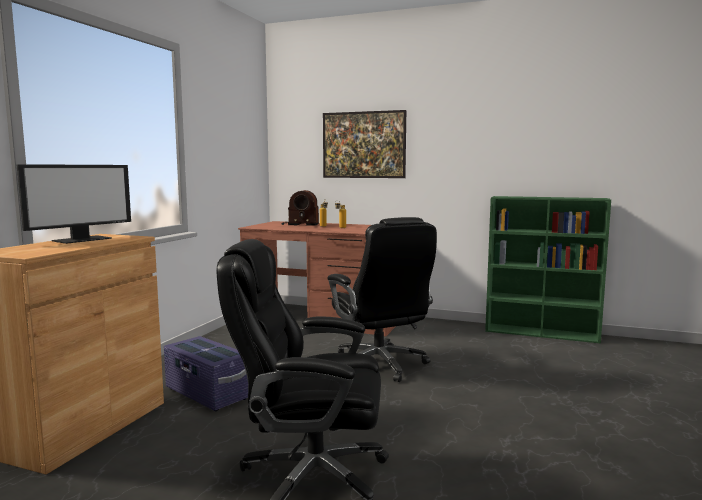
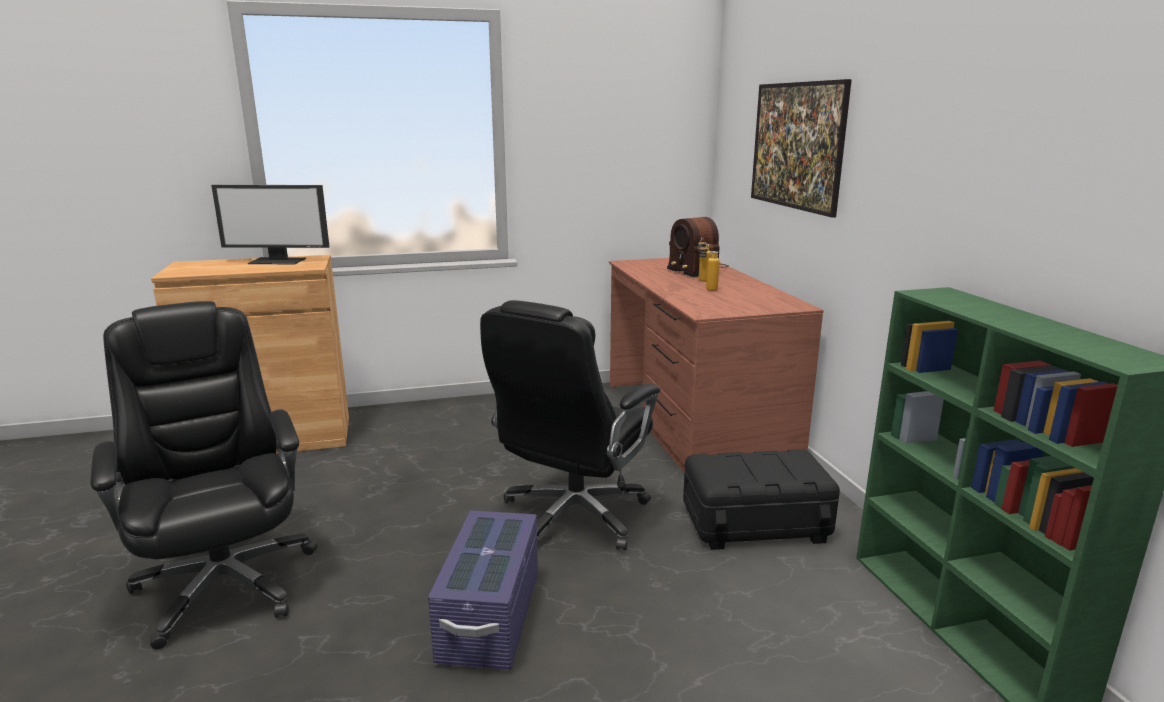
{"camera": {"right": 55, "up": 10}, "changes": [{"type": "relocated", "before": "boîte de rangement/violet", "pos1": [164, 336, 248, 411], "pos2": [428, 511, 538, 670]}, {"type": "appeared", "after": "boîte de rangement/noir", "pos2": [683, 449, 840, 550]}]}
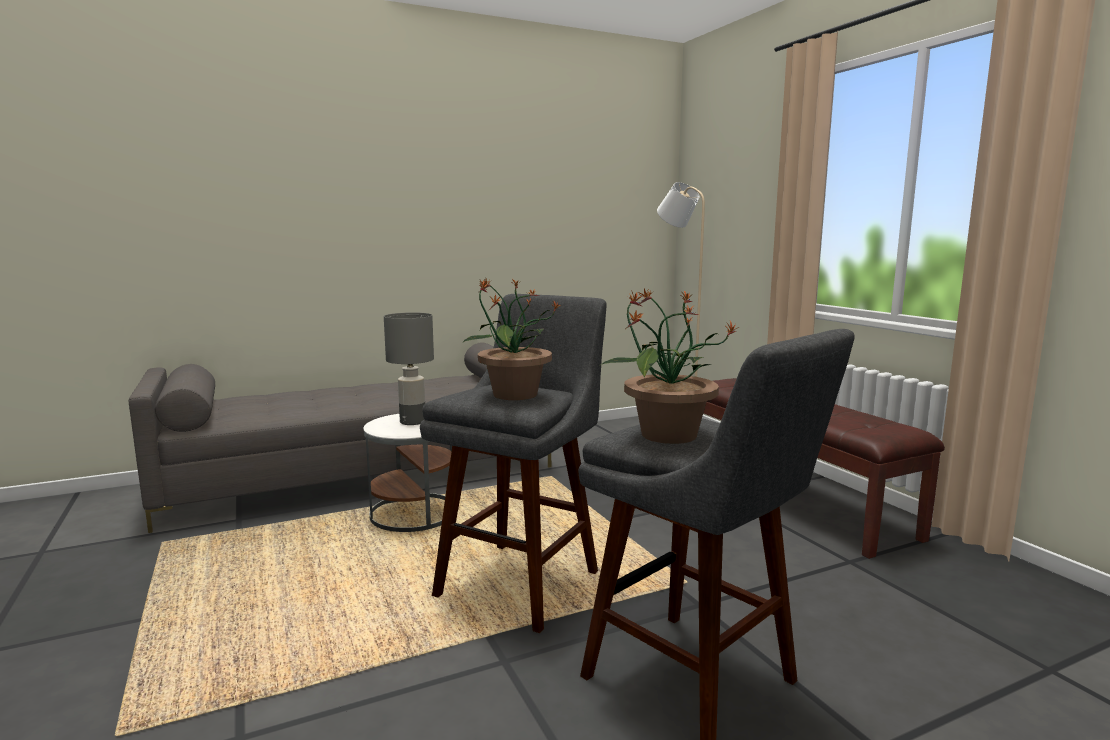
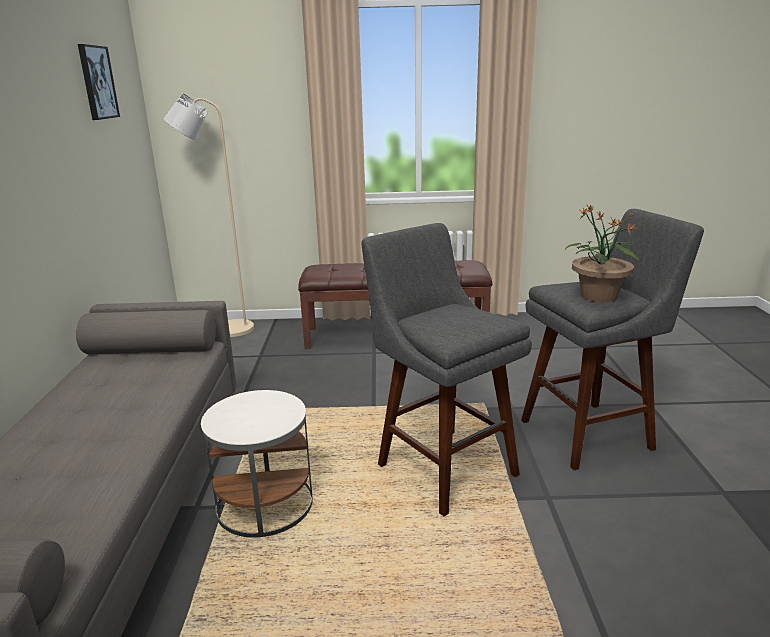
{"camera": {"right": -65, "up": 10}, "changes": [{"type": "appeared", "after": "tableau", "pos2": [78, 44, 120, 120]}, {"type": "missing", "before": "lampe de table/gris", "pos1": [384, 312, 434, 425]}, {"type": "missing", "before": "plante en pot", "pos1": [461, 279, 560, 400]}]}
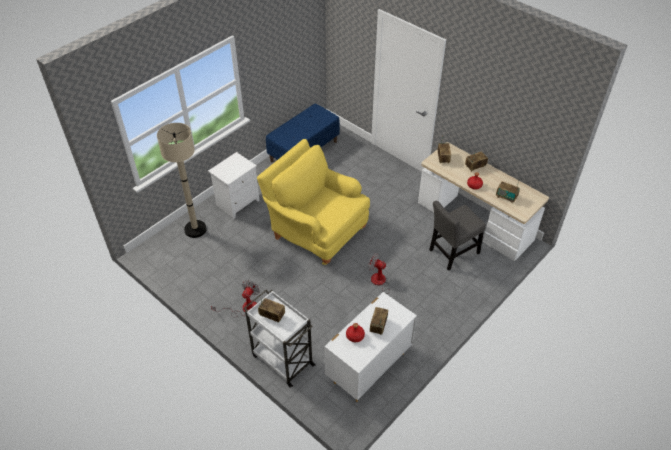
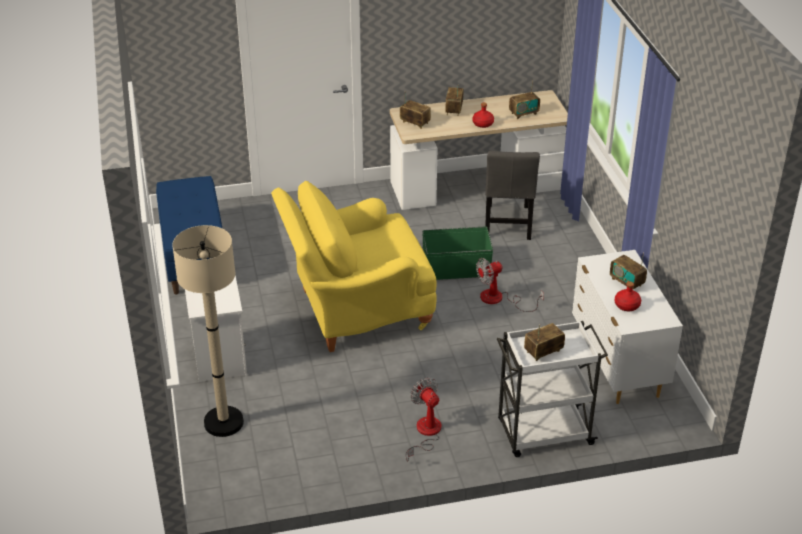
{"camera": {"right": -55, "up": -10}, "changes": [{"type": "appeared", "after": "boîte de rangement/vert", "pos2": [422, 226, 493, 280]}]}
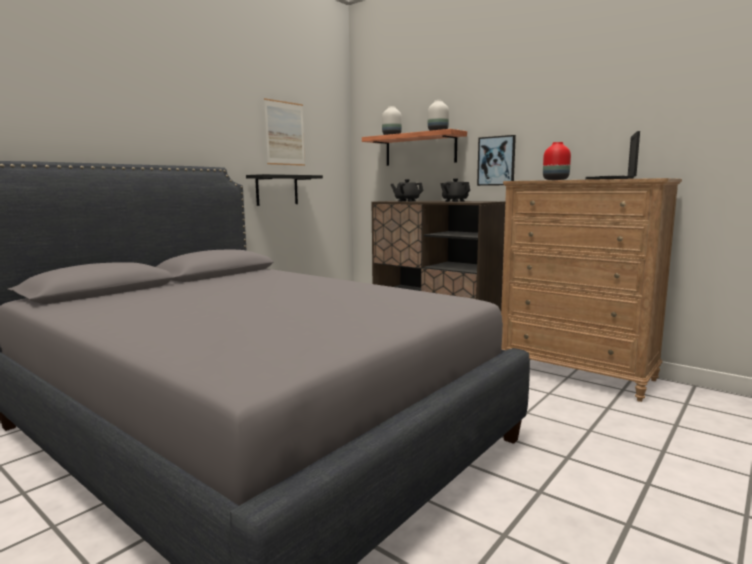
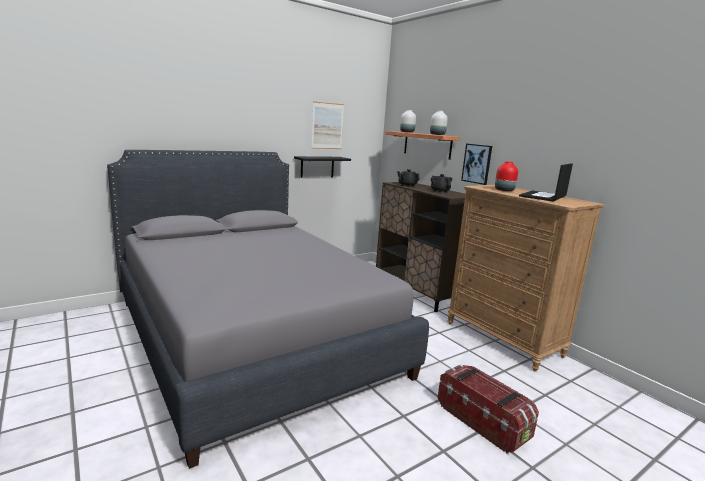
{"camera": {"right": 15, "up": 5}, "changes": [{"type": "appeared", "after": "boîte de rangement", "pos2": [438, 364, 539, 454]}]}
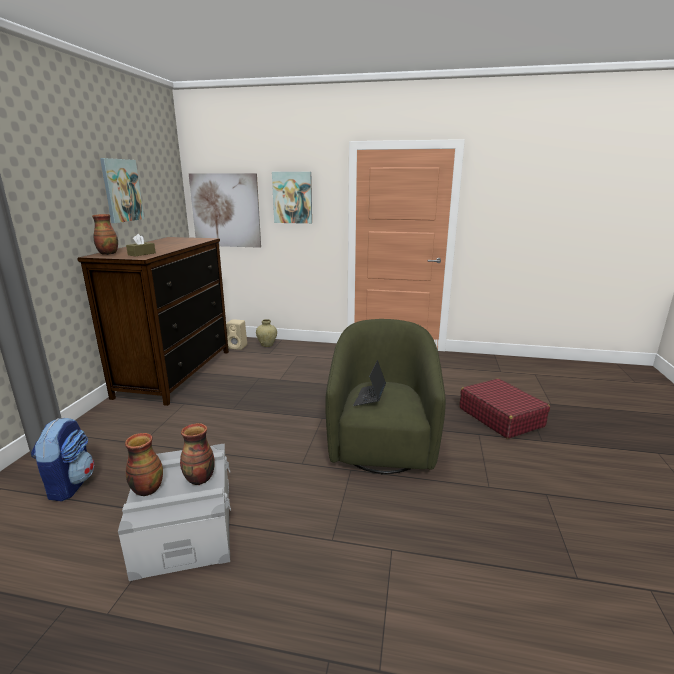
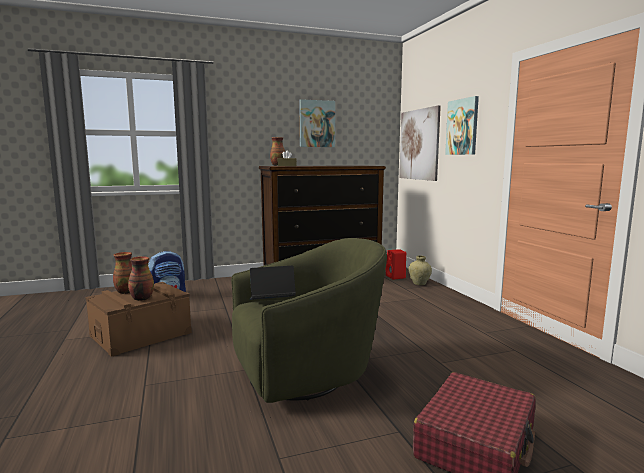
{"camera": {"right": 60, "up": -10}, "changes": [{"type": "colour", "before": "boîte de rangement/gris", "after": "boîte de rangement/marron", "pos1": [118, 444, 231, 581], "pos2": [85, 282, 192, 357]}, {"type": "colour", "before": "enceinte/beige", "after": "enceinte/rouge", "pos1": [226, 319, 247, 350], "pos2": [386, 249, 406, 279]}]}
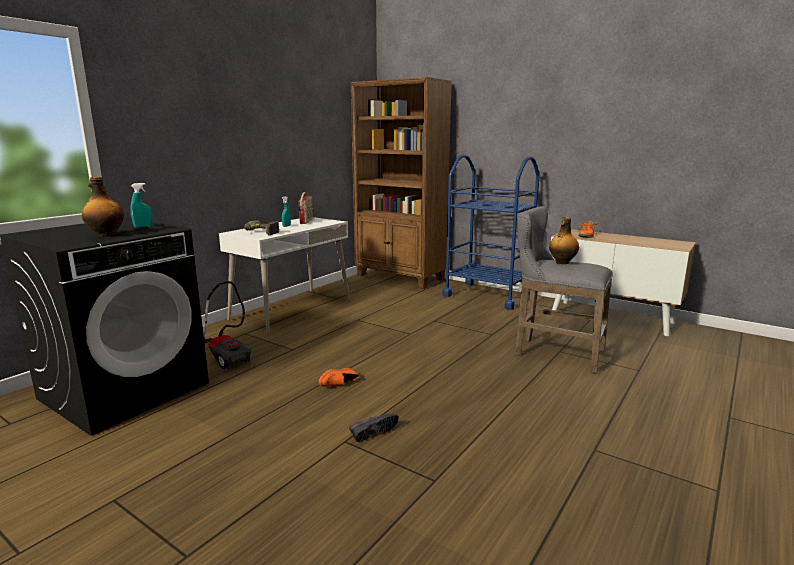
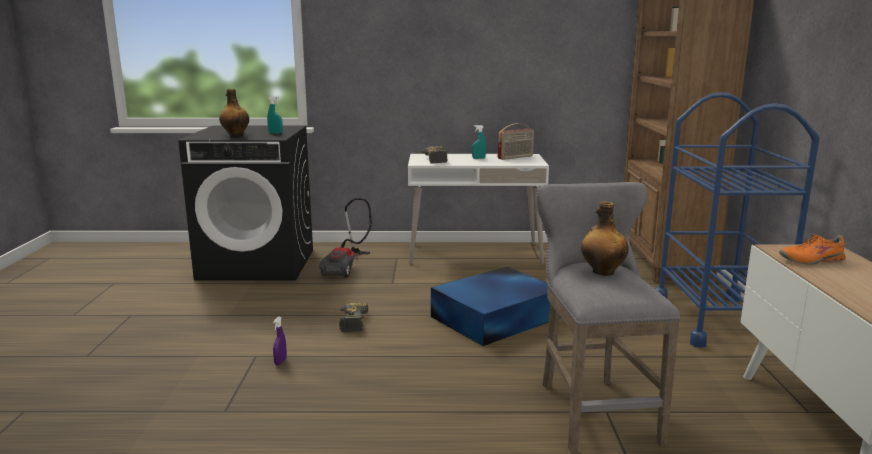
{"camera": {"right": 55, "up": 0}, "changes": [{"type": "exchanged", "before": "chaussure/noir", "after": "vaporisateur/violet", "pos1": [349, 413, 399, 442], "pos2": [273, 316, 287, 365]}, {"type": "exchanged", "before": "chaussure/orange", "after": "perceuse", "pos1": [319, 368, 359, 387], "pos2": [334, 303, 368, 332]}, {"type": "appeared", "after": "boîte de rangement/bleu", "pos2": [431, 266, 561, 346]}]}
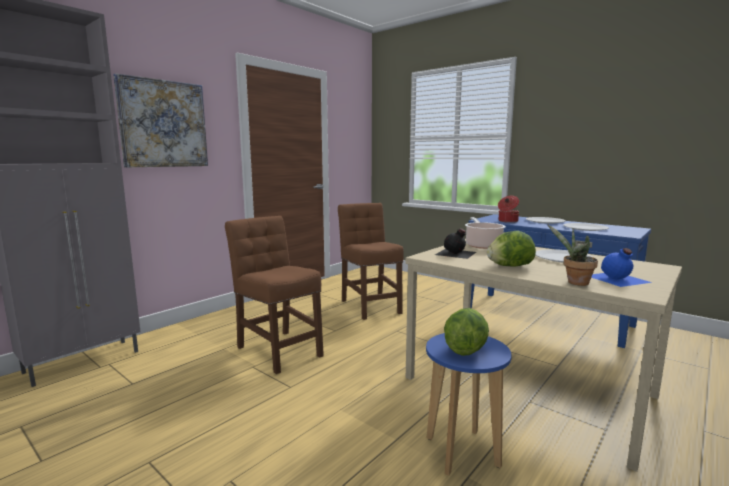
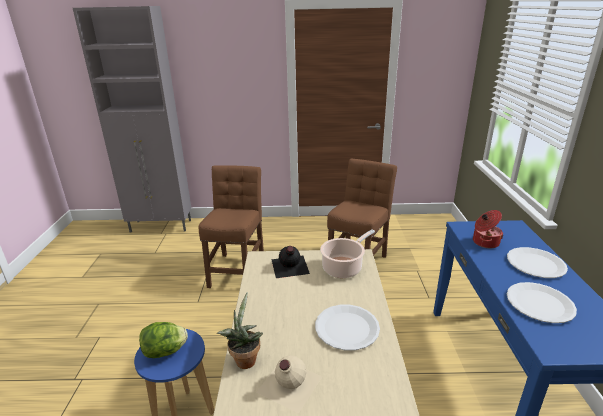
{"camera": {"right": 50, "up": 15}, "changes": [{"type": "colour", "before": "bouteille/bleu", "after": "bouteille/beige", "pos1": [591, 248, 652, 287], "pos2": [256, 355, 322, 414]}, {"type": "missing", "before": "tableau", "pos1": [113, 73, 208, 167]}, {"type": "missing", "before": "laitue", "pos1": [487, 231, 536, 267]}]}
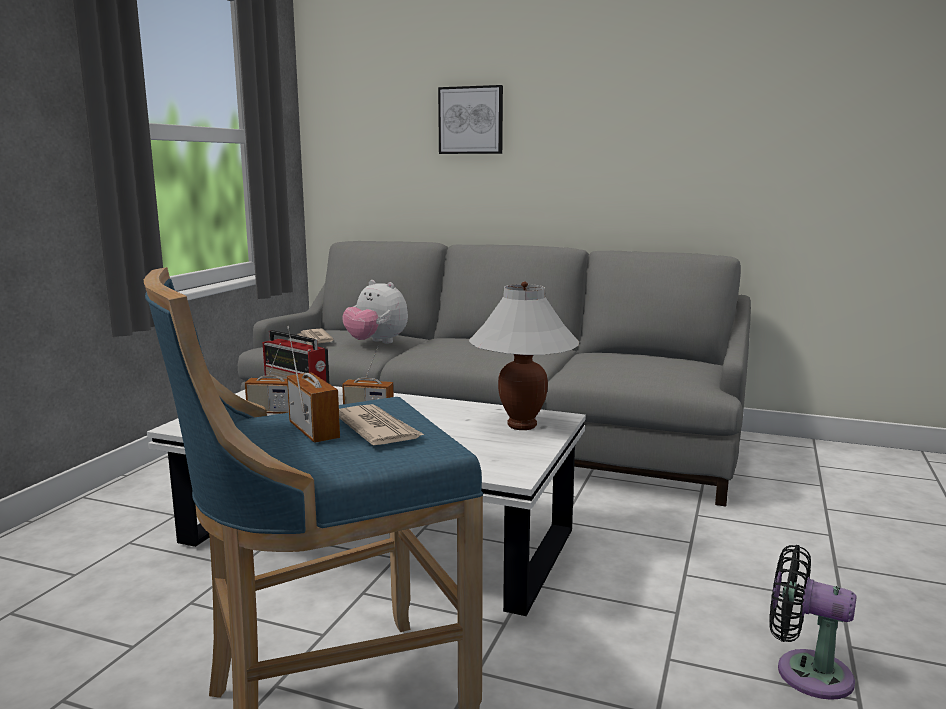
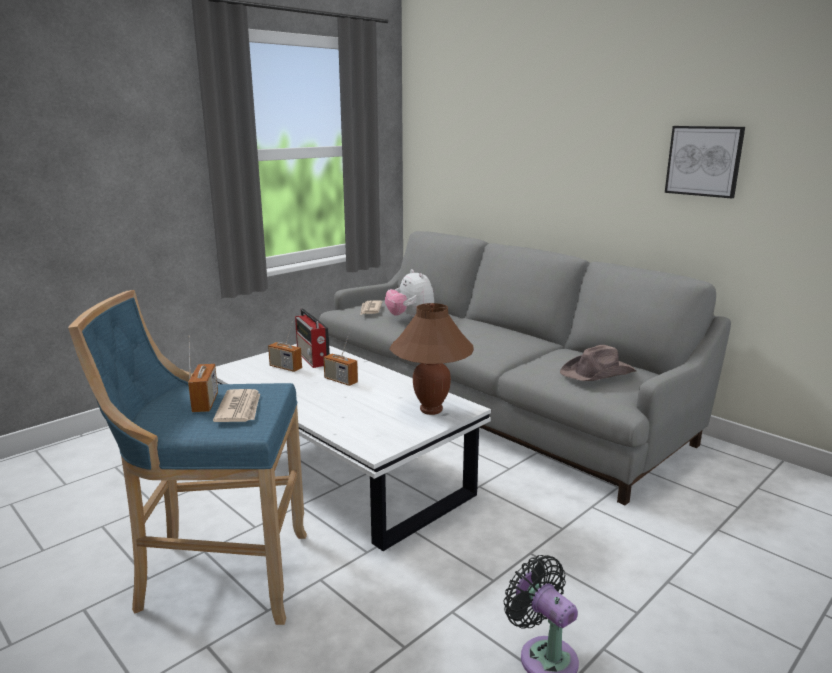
{"camera": {"right": 25, "up": 5}, "changes": [{"type": "colour", "before": "lampe de table/blanc", "after": "lampe de table/marron", "pos1": [468, 282, 579, 430], "pos2": [389, 303, 474, 415]}, {"type": "appeared", "after": "chapeau/marron", "pos2": [560, 345, 636, 381]}, {"type": "relocated", "before": "tableau", "pos1": [438, 85, 503, 154], "pos2": [665, 126, 745, 198]}]}
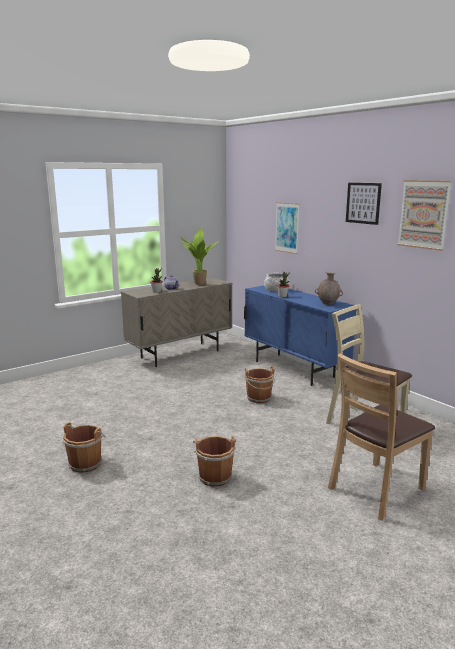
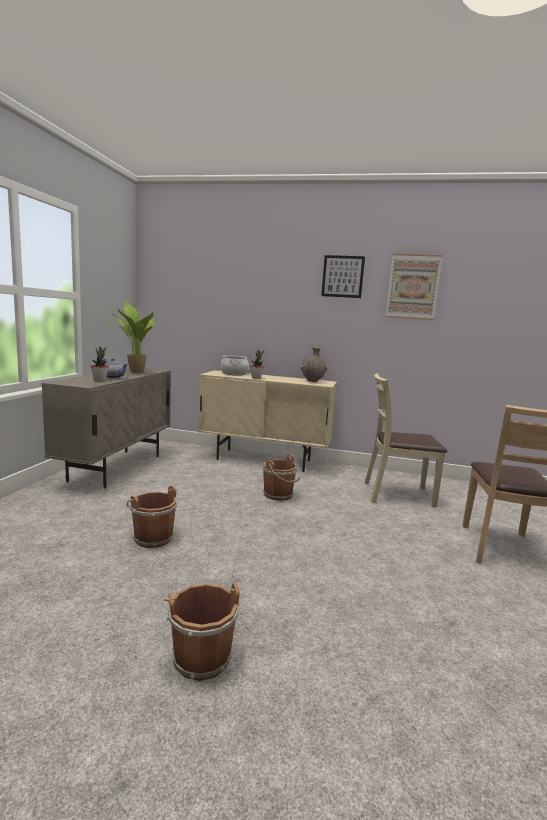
{"camera": {"right": -40, "up": -5}, "changes": [{"type": "relocated", "before": "seau/marron", "pos1": [193, 436, 236, 487], "pos2": [127, 486, 177, 548]}, {"type": "colour", "before": "meuble de rangement/bleu", "after": "meuble de rangement/beige", "pos1": [244, 285, 356, 386], "pos2": [198, 370, 337, 472]}, {"type": "missing", "before": "tableau", "pos1": [275, 202, 300, 254]}]}
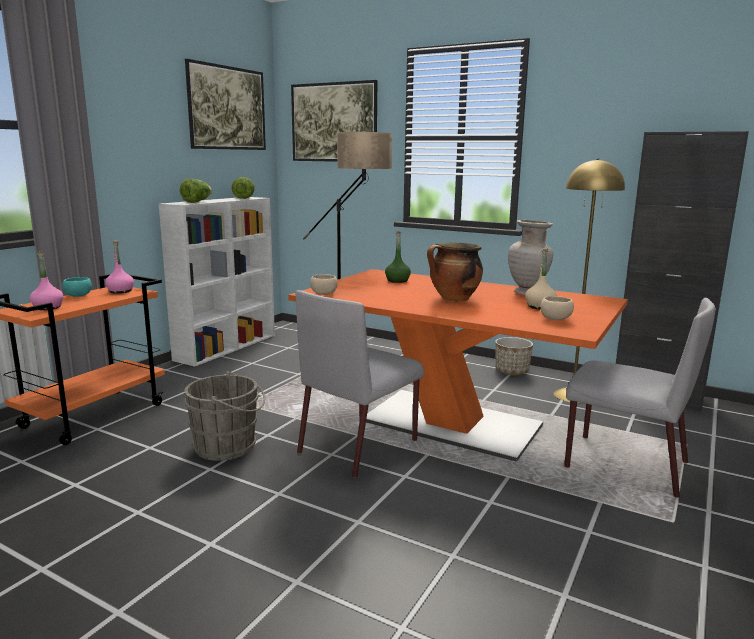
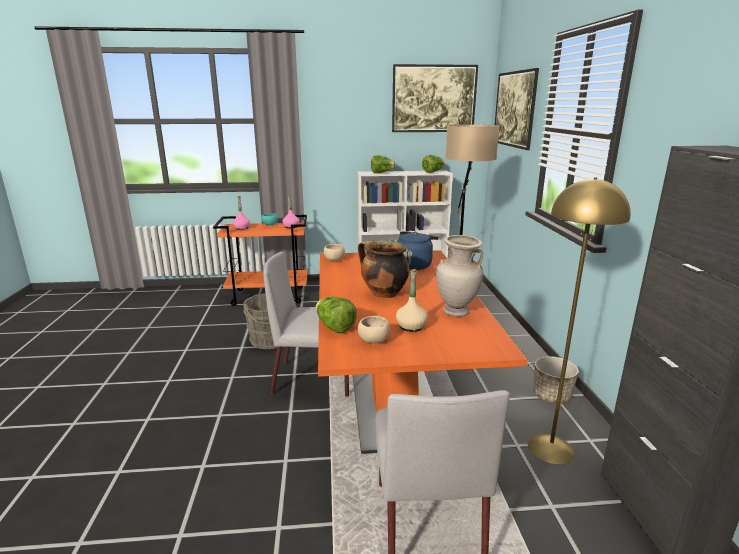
{"camera": {"right": 55, "up": 5}, "changes": [{"type": "appeared", "after": "laitue", "pos2": [316, 296, 357, 333]}, {"type": "exchanged", "before": "bouteille/vert", "after": "bouilloire/bleu", "pos1": [385, 231, 411, 283], "pos2": [391, 231, 439, 270]}]}
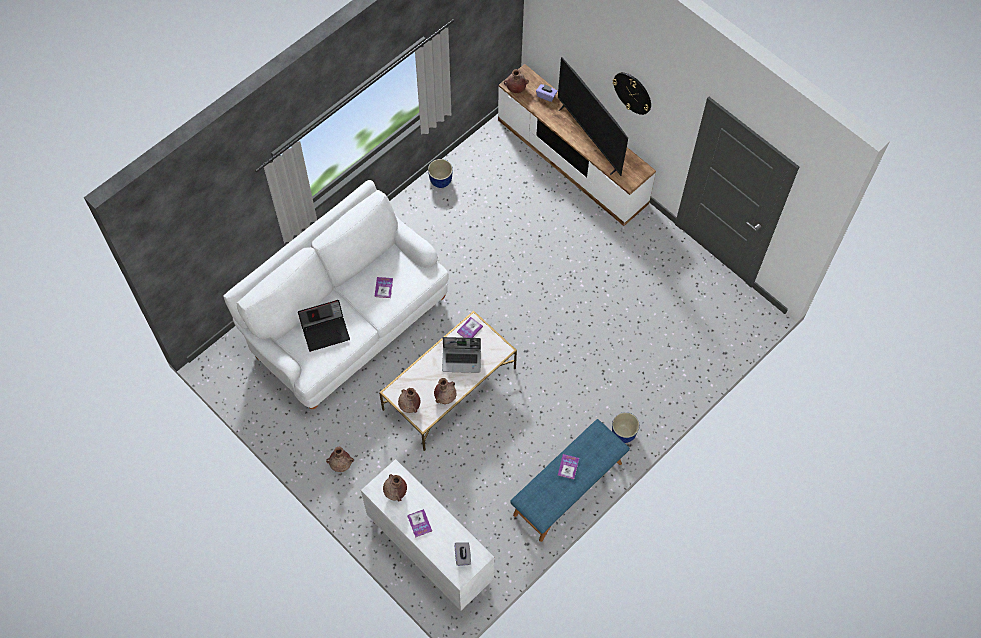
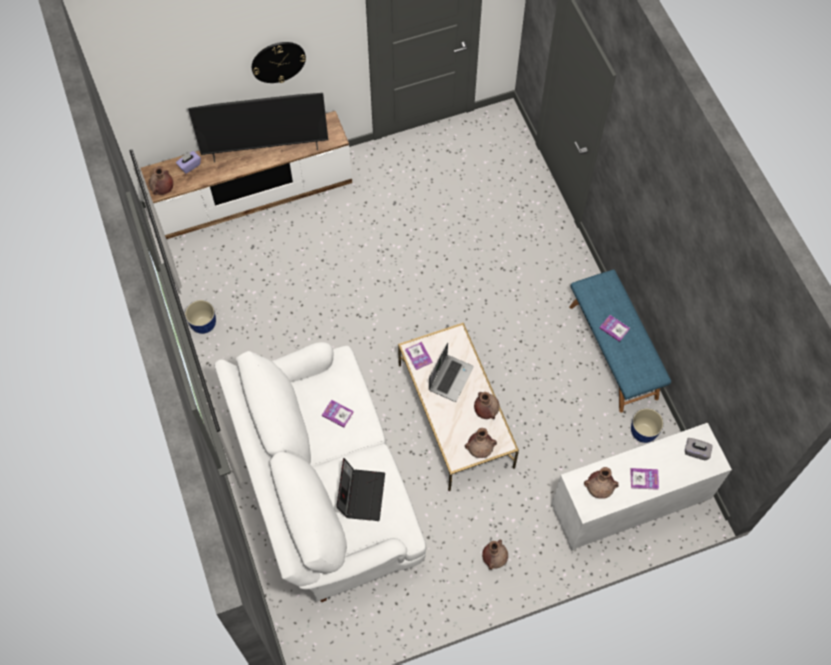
{"camera": {"right": -65, "up": 0}, "changes": [{"type": "relocated", "before": "cache-pot", "pos1": [612, 412, 640, 443], "pos2": [631, 408, 664, 443]}]}
